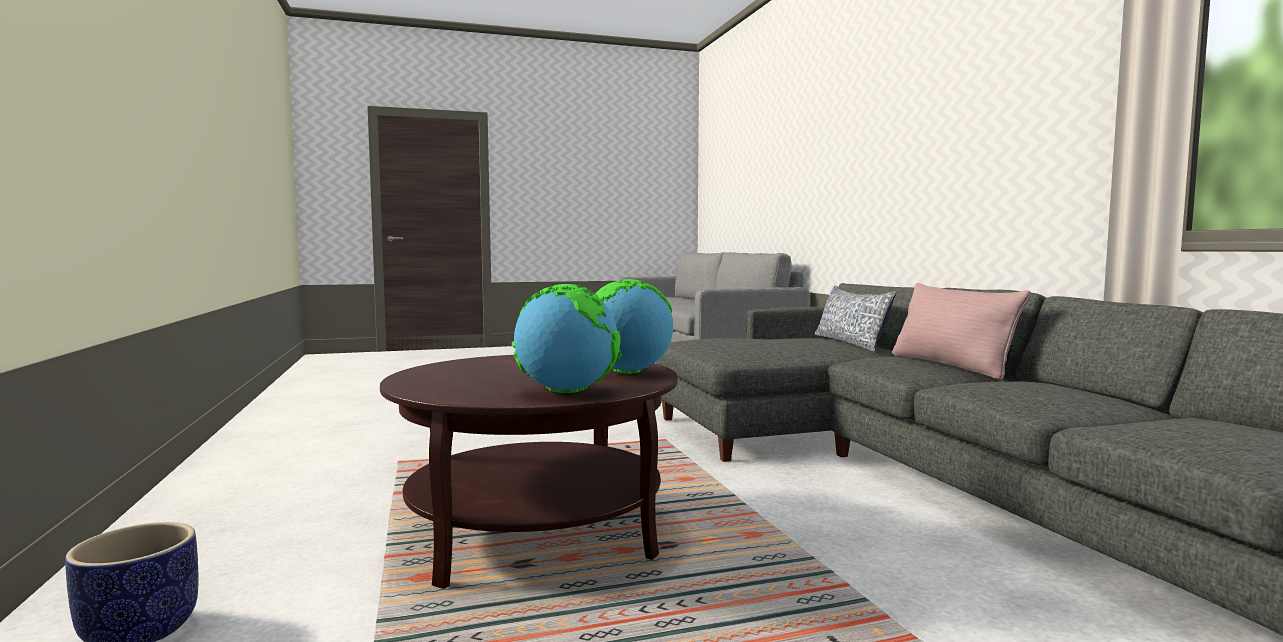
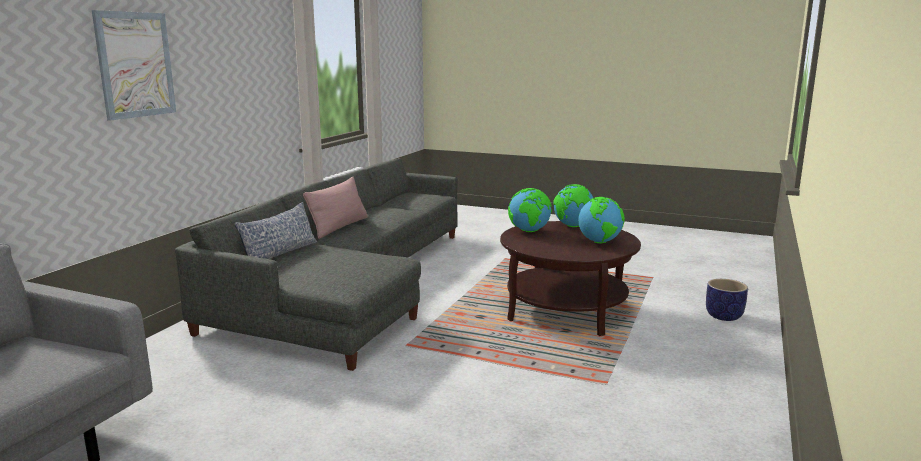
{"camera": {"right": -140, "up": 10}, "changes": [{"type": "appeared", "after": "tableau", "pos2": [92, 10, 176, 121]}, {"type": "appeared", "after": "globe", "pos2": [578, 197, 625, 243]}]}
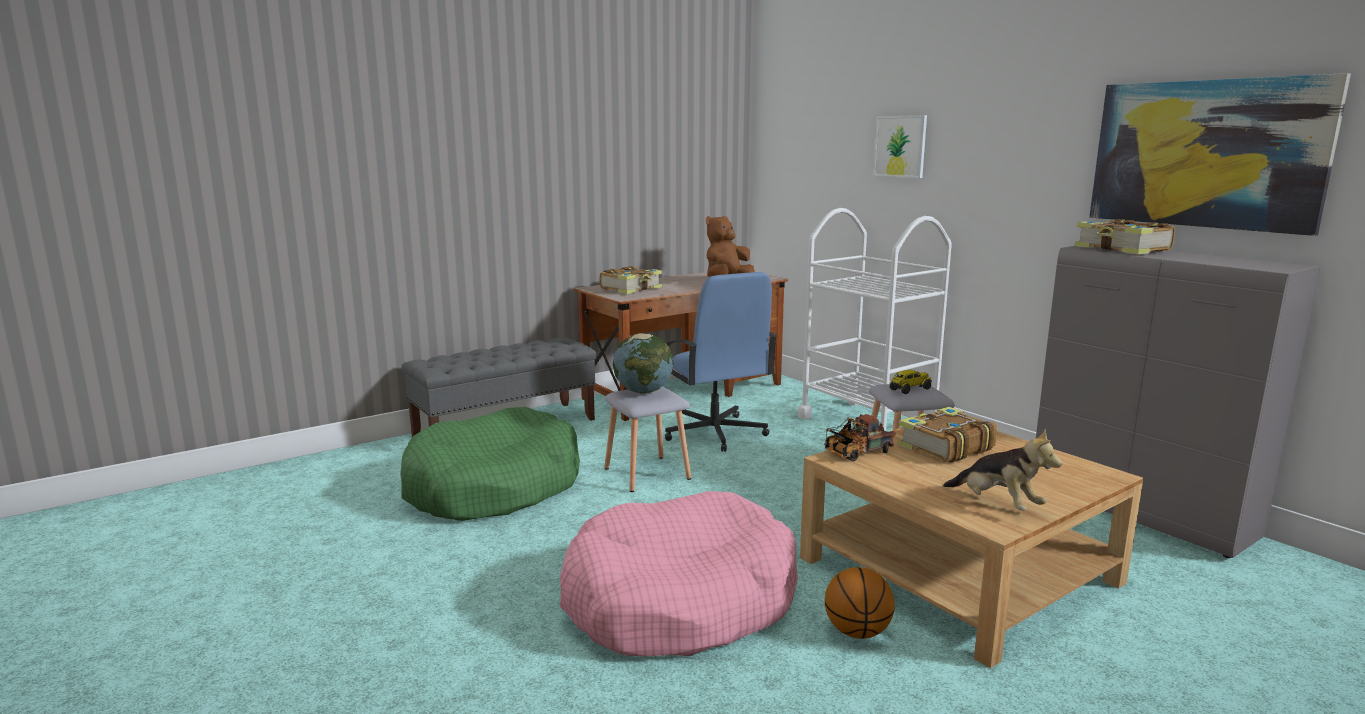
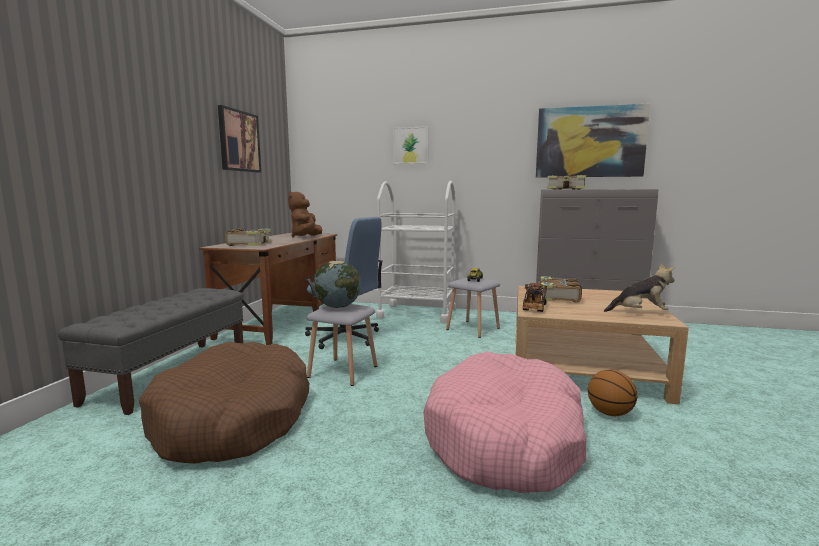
{"camera": {"right": -40, "up": -5}, "changes": [{"type": "colour", "before": "panier pour chien/vert", "after": "panier pour chien/marron", "pos1": [400, 407, 580, 521], "pos2": [139, 342, 309, 464]}, {"type": "appeared", "after": "tableau", "pos2": [218, 105, 261, 173]}]}
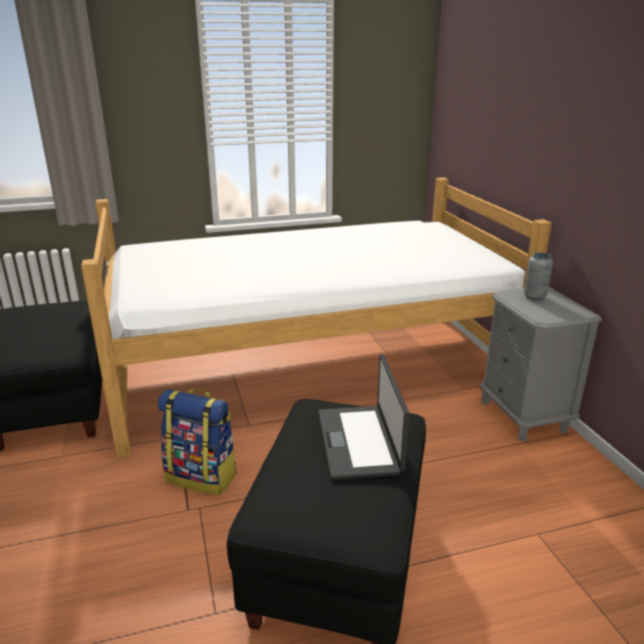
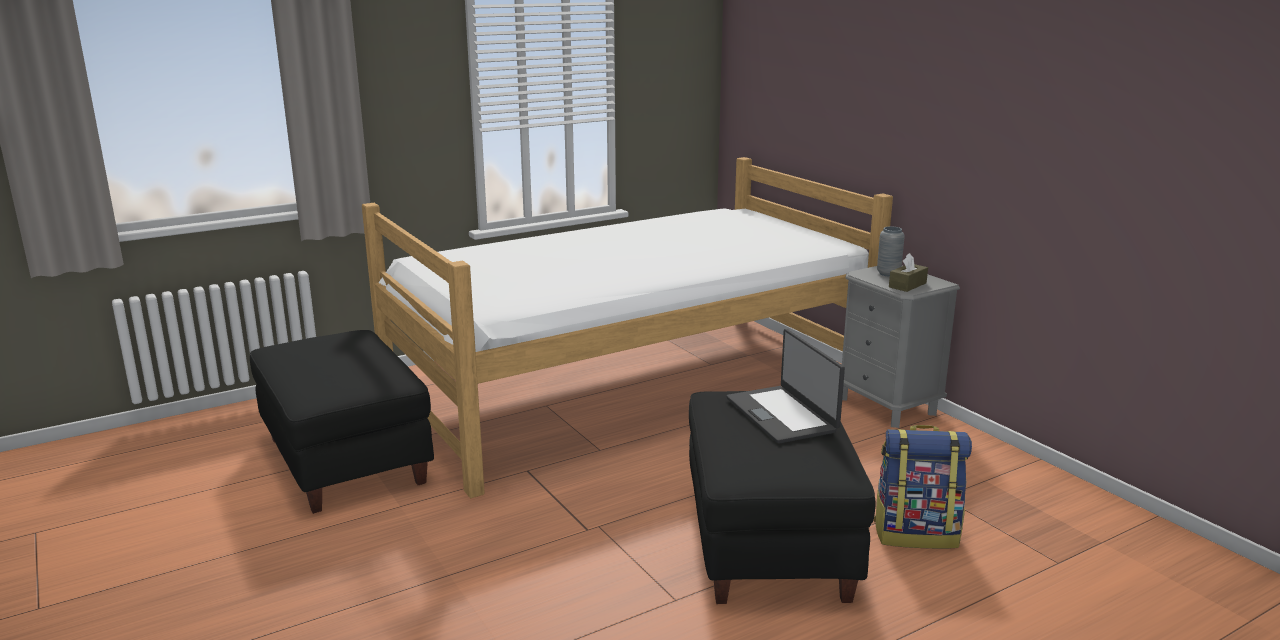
{"camera": {"right": -15, "up": -5}, "changes": [{"type": "relocated", "before": "sac à dos", "pos1": [158, 389, 237, 495], "pos2": [874, 425, 972, 549]}, {"type": "appeared", "after": "boîte à mouchoirs/marron", "pos2": [889, 253, 928, 292]}]}
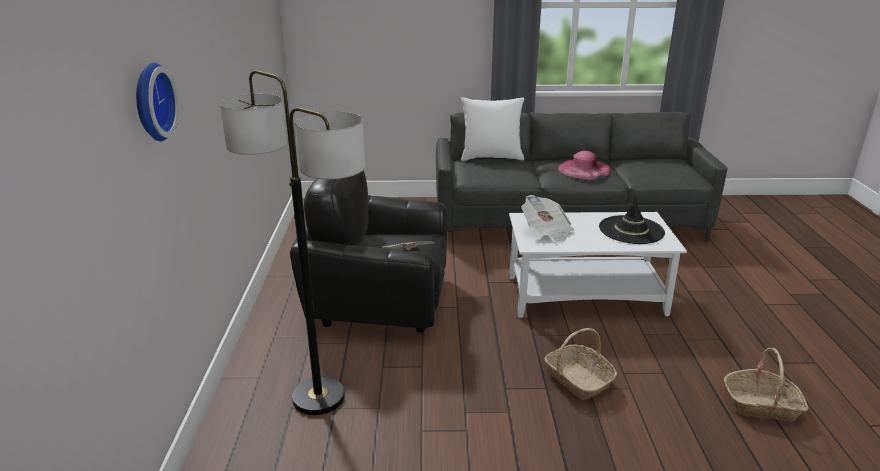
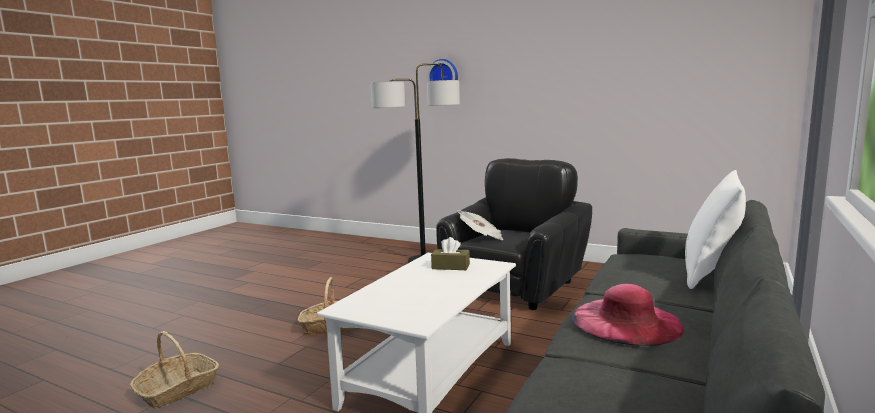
{"camera": {"right": 120, "up": -15}, "changes": [{"type": "exchanged", "before": "journal", "after": "boîte à mouchoirs/marron", "pos1": [521, 195, 574, 243], "pos2": [431, 237, 470, 270]}, {"type": "missing", "before": "chapeau/noir", "pos1": [599, 195, 665, 244]}]}
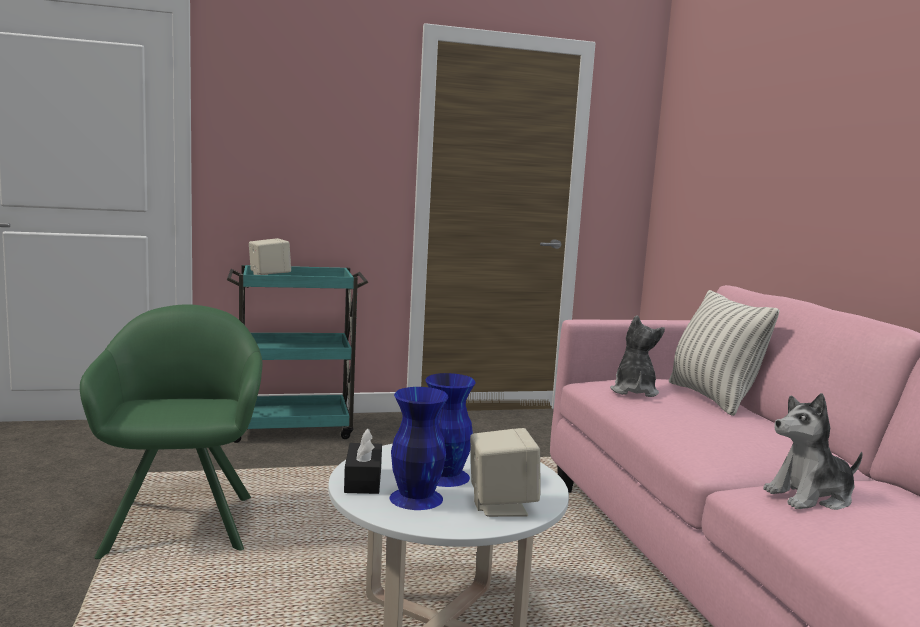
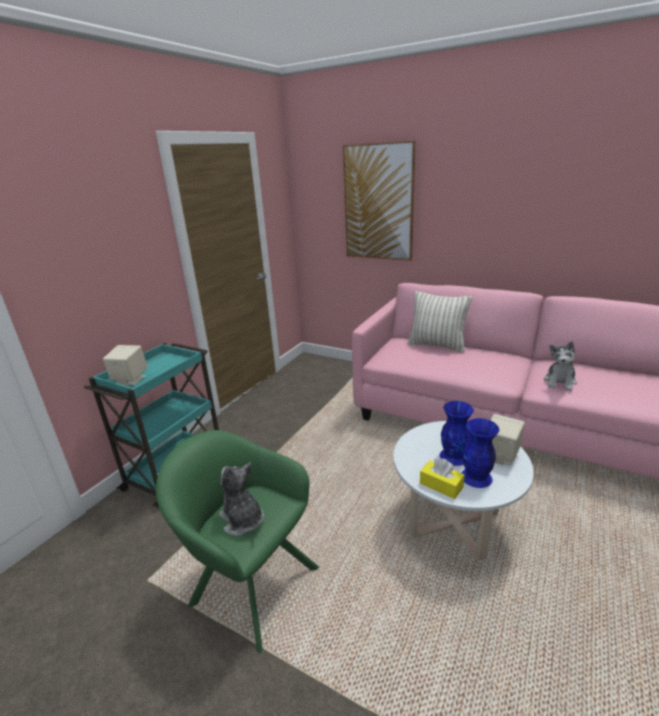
{"camera": {"right": -45, "up": 15}, "changes": [{"type": "relocated", "before": "peluche", "pos1": [610, 315, 665, 397], "pos2": [219, 462, 264, 536]}, {"type": "appeared", "after": "tableau", "pos2": [343, 141, 416, 261]}, {"type": "colour", "before": "boîte à mouchoirs/noir", "after": "boîte à mouchoirs/jaune", "pos1": [344, 429, 382, 494], "pos2": [420, 458, 465, 499]}]}
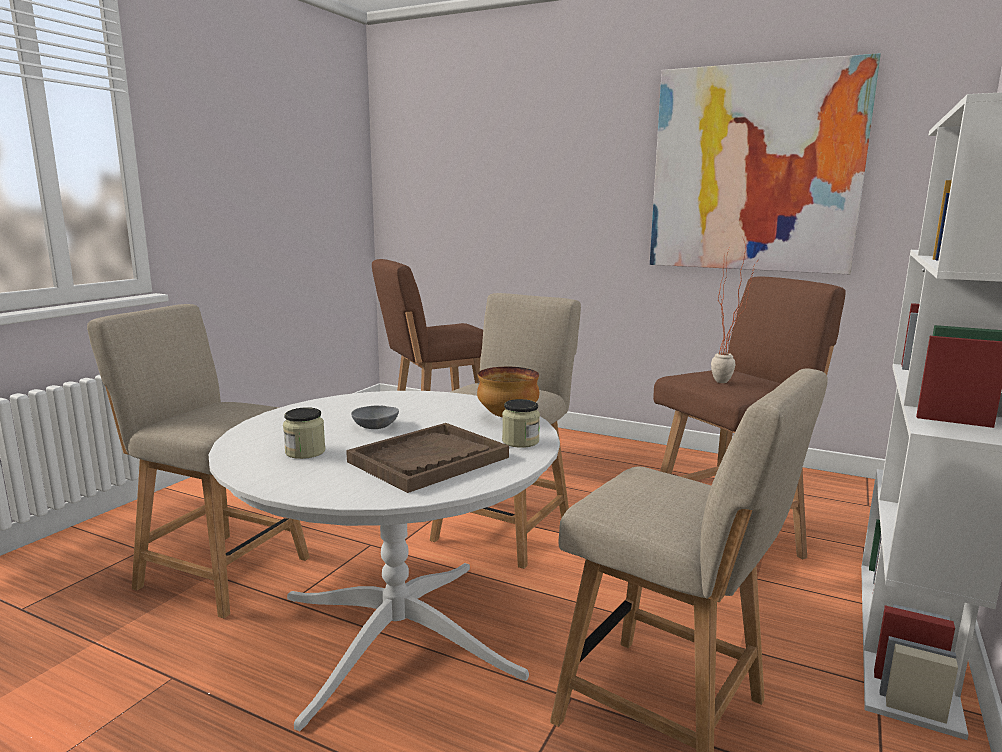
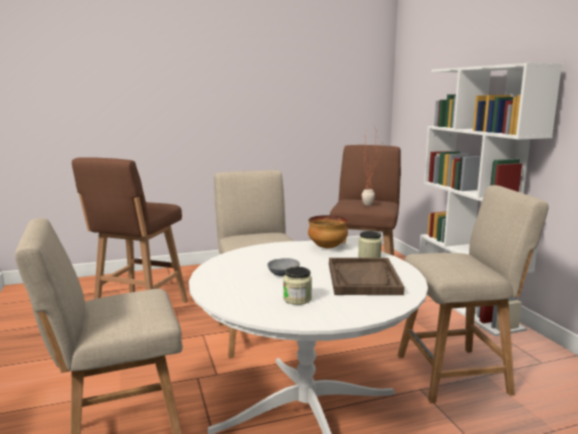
{"camera": {"right": -45, "up": 0}, "changes": [{"type": "missing", "before": "tableau", "pos1": [650, 53, 881, 274]}]}
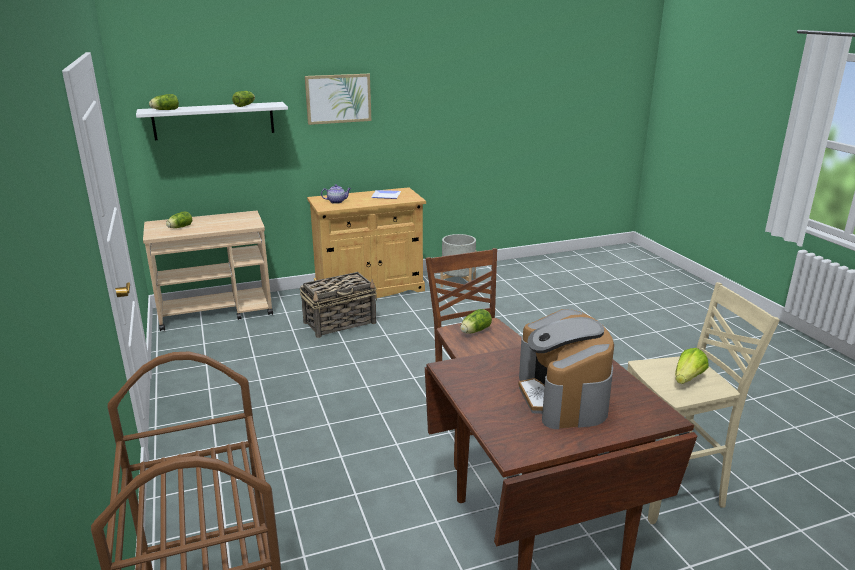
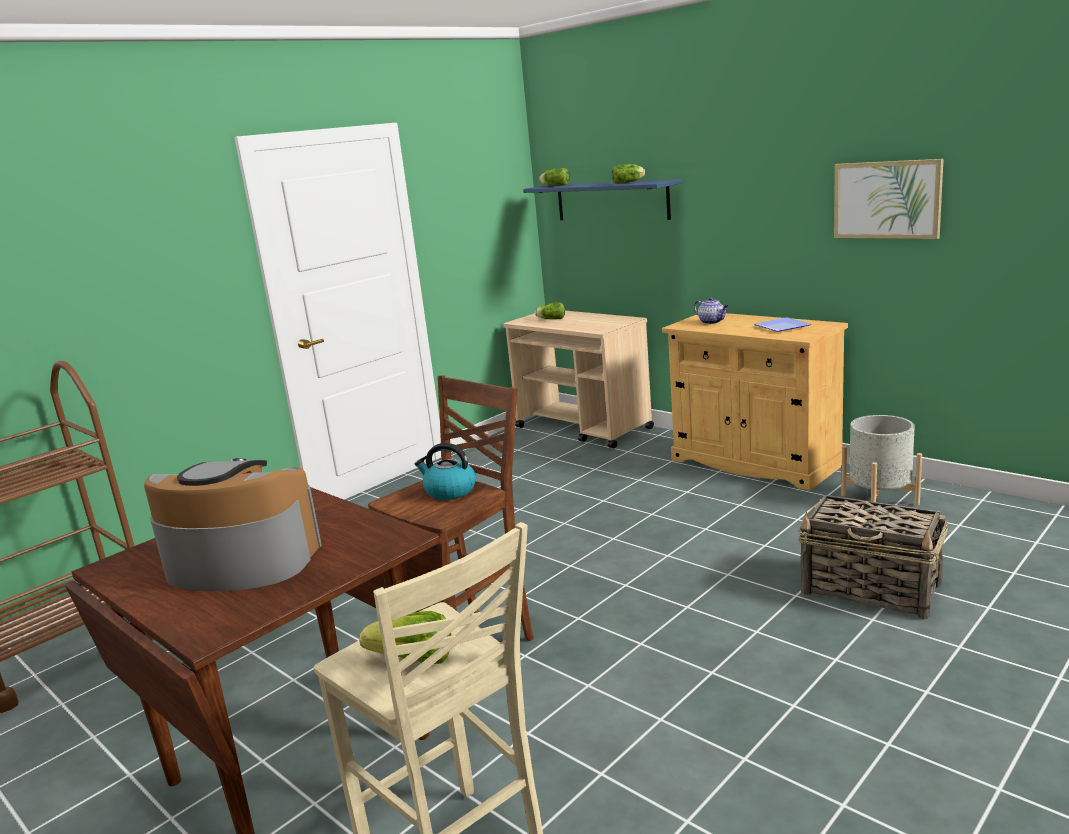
{"camera": {"right": 65, "up": -5}, "changes": [{"type": "spun", "before": "machine à café", "pos1": [518, 309, 614, 429], "pos2": [144, 458, 322, 591], "turn": 45}, {"type": "exchanged", "before": "laitue", "after": "bouilloire", "pos1": [460, 309, 492, 334], "pos2": [415, 443, 476, 500]}, {"type": "colour", "before": "étagère/blanc", "after": "étagère/bleu", "pos1": [136, 102, 288, 140], "pos2": [523, 179, 681, 220]}, {"type": "relocated", "before": "panier", "pos1": [299, 272, 377, 338], "pos2": [798, 495, 948, 620]}, {"type": "relocated", "before": "tableau", "pos1": [305, 74, 371, 125], "pos2": [834, 159, 944, 239]}]}
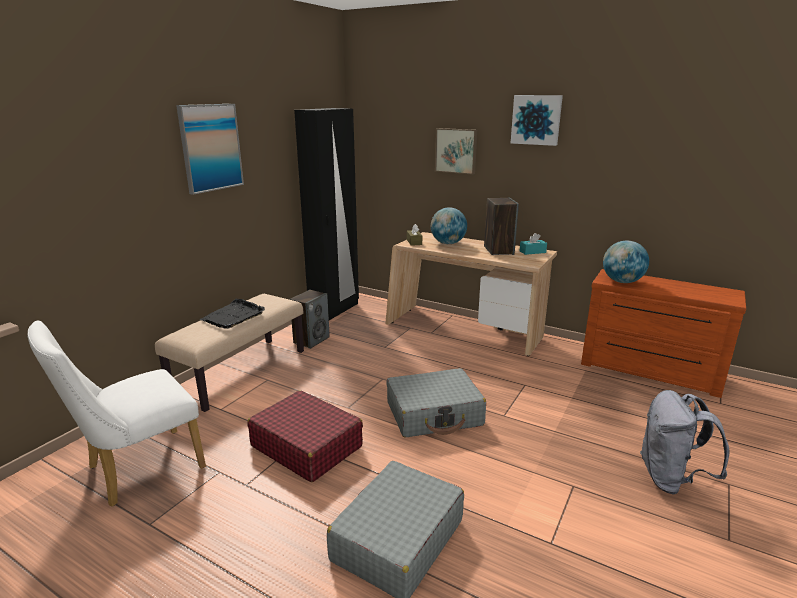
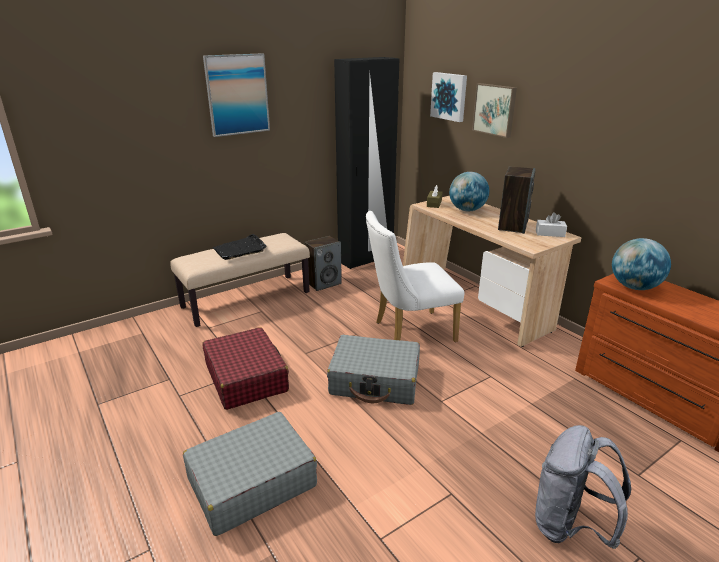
{"camera": {"right": 25, "up": 5}, "changes": [{"type": "relocated", "before": "chaise/blanc", "pos1": [27, 320, 206, 507], "pos2": [366, 211, 464, 342]}, {"type": "relocated", "before": "tableau", "pos1": [511, 95, 563, 146], "pos2": [430, 72, 467, 122]}, {"type": "colour", "before": "boîte à mouchoirs/turquoise", "after": "boîte à mouchoirs/blanc", "pos1": [519, 233, 547, 255], "pos2": [536, 212, 567, 237]}]}
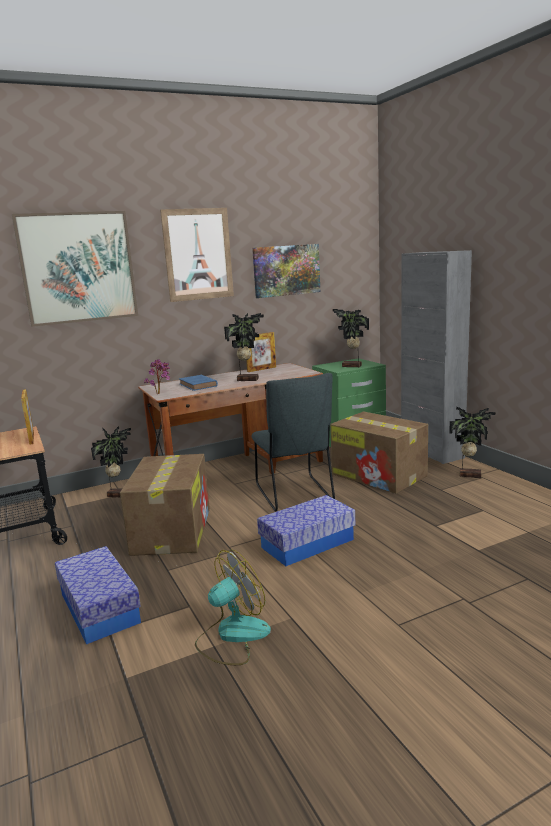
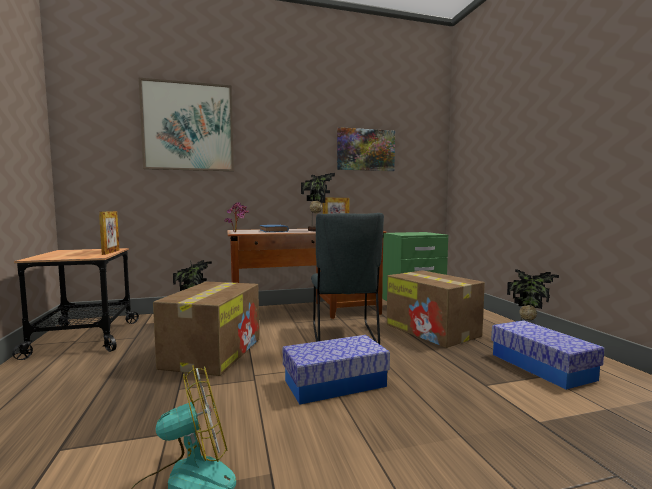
{"camera": {"right": 10, "up": -10}, "changes": [{"type": "relocated", "before": "boîte de rangement", "pos1": [55, 546, 141, 645], "pos2": [491, 320, 605, 390]}, {"type": "missing", "before": "tableau", "pos1": [160, 208, 234, 302]}, {"type": "missing", "before": "plante en pot", "pos1": [332, 309, 369, 367]}, {"type": "missing", "before": "meuble de rangement/gris", "pos1": [401, 250, 472, 464]}]}
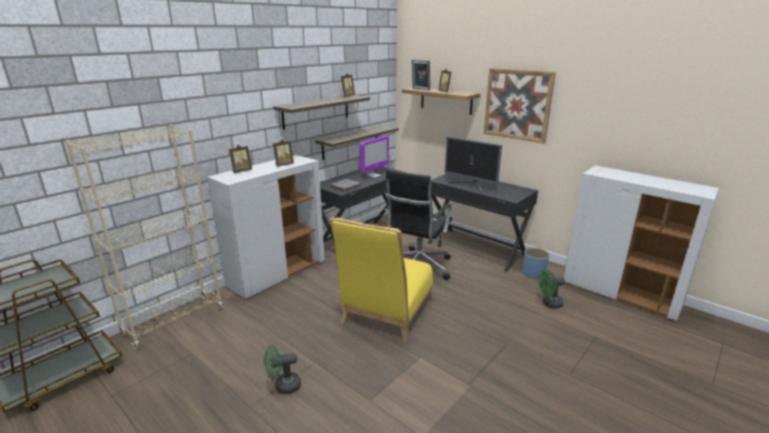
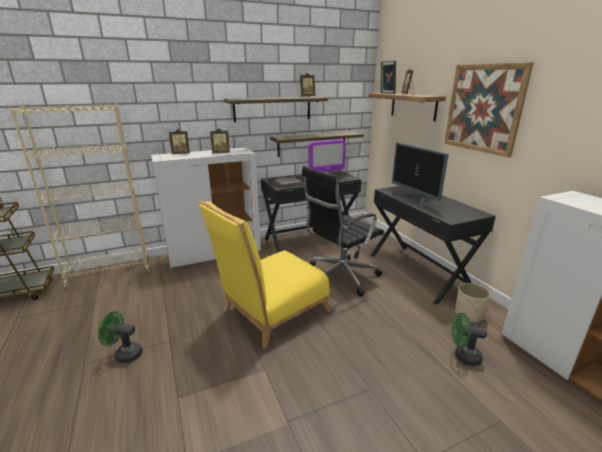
{"camera": {"right": 25, "up": 0}, "changes": [{"type": "colour", "before": "cache-pot/bleu", "after": "cache-pot/beige", "pos1": [523, 248, 550, 279], "pos2": [455, 283, 491, 323]}]}
